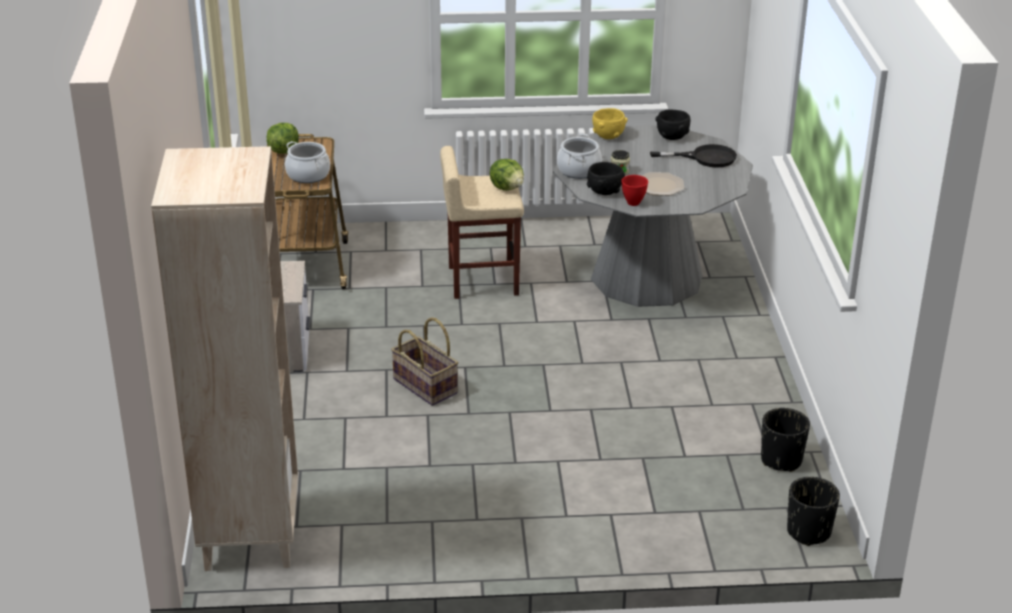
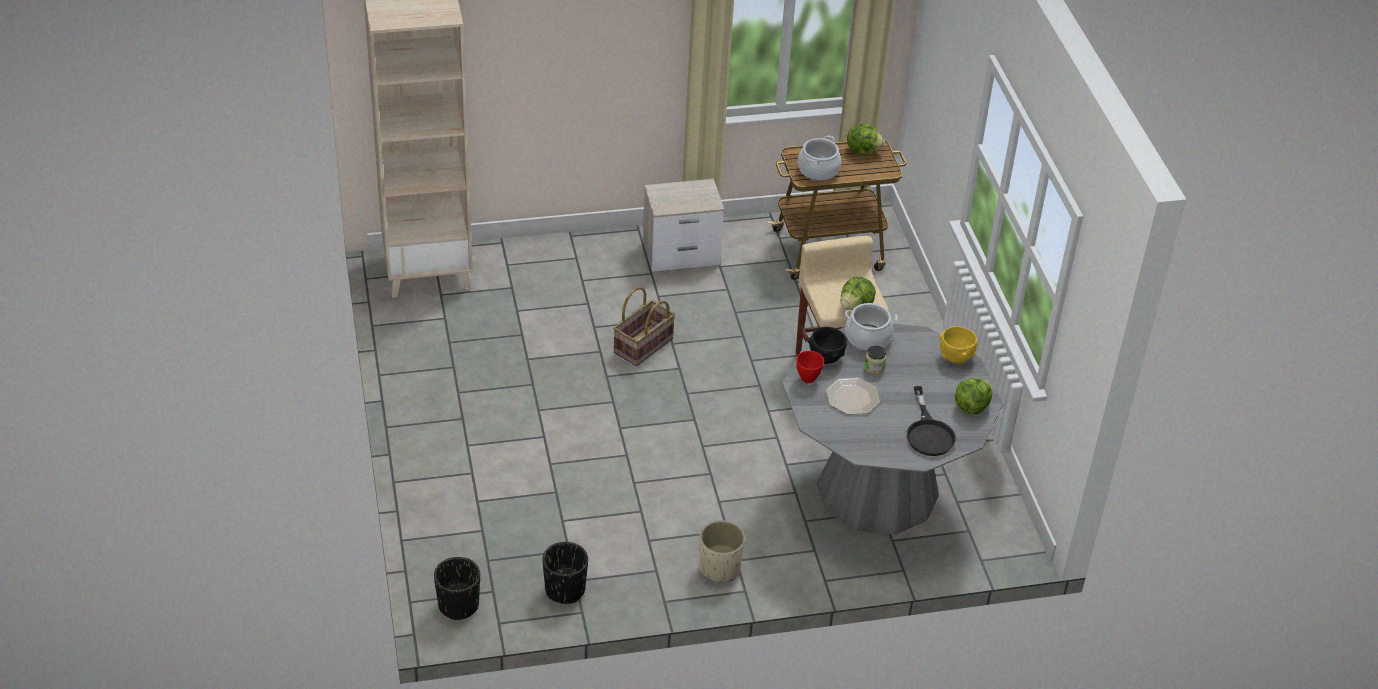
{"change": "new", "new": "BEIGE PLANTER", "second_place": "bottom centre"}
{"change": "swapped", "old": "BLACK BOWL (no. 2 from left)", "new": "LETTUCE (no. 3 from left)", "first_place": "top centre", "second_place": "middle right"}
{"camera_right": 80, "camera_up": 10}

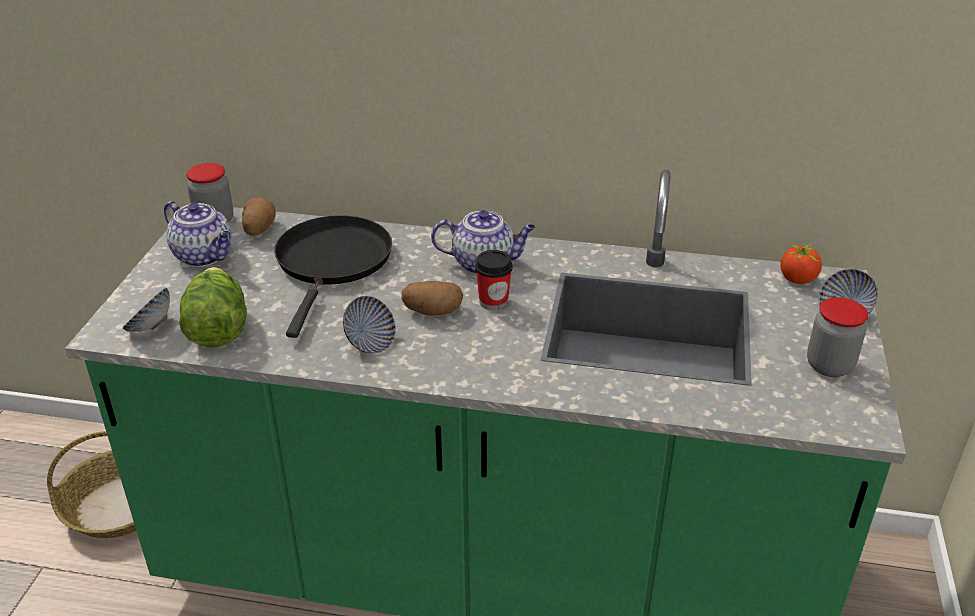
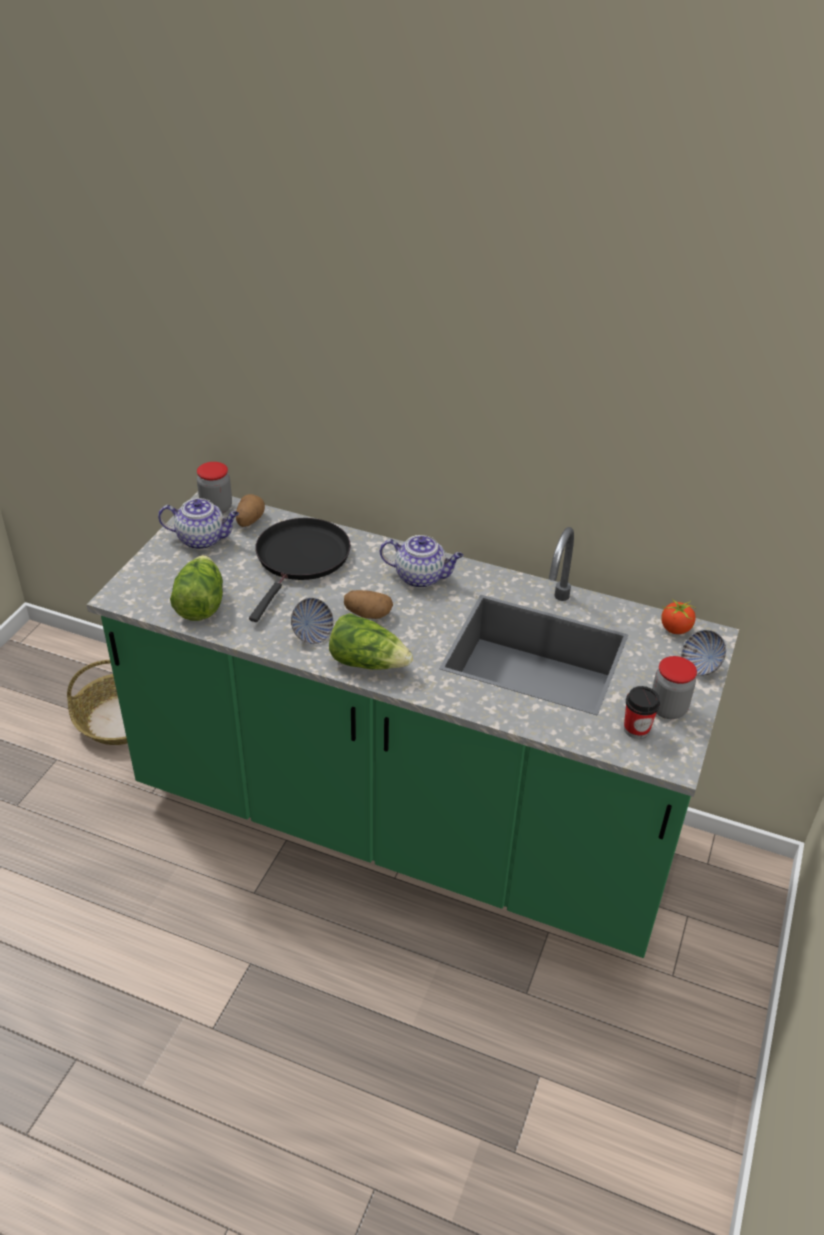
{"change": "gone", "old": "BOWL (no. 1 from left)", "first_place": "middle left"}
{"change": "new", "new": "LETTUCE (no. 2 from left)", "second_place": "centre"}
{"change": "shifted", "old": "CUP", "first_place": "centre", "second_place": "middle right"}
{"change": "rotated", "old": "TEAPOT (no. 1 from left)", "first_place": "middle left", "second_place": "middle left", "degrees": -45}
{"camera_right": 10, "camera_up": 5}

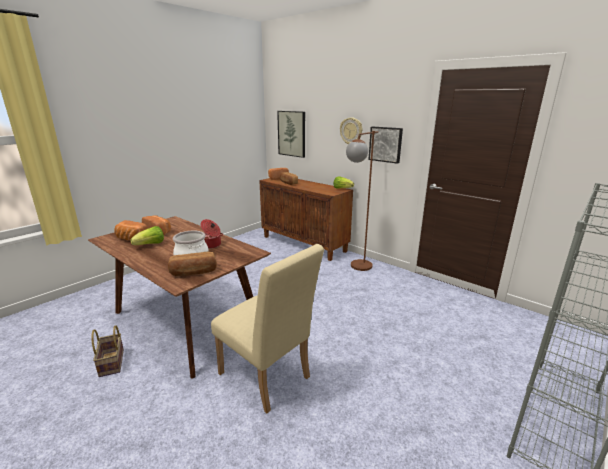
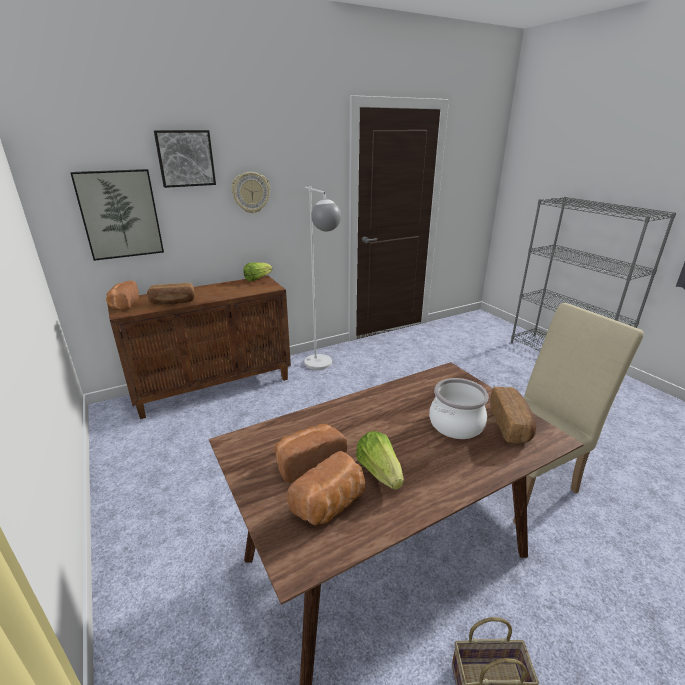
{"change": "gone", "old": "COOKING POT (no. 2 from left)", "first_place": "centre"}
{"change": "shifted", "old": "PICTURE (no. 2 from left)", "first_place": "top centre", "second_place": "top left"}
{"change": "repainted", "old": "BROWN FLOOR LAMP", "new": "WHITE FLOOR LAMP", "first_place": "centre", "second_place": "centre"}
{"camera_right": -70, "camera_up": 5}

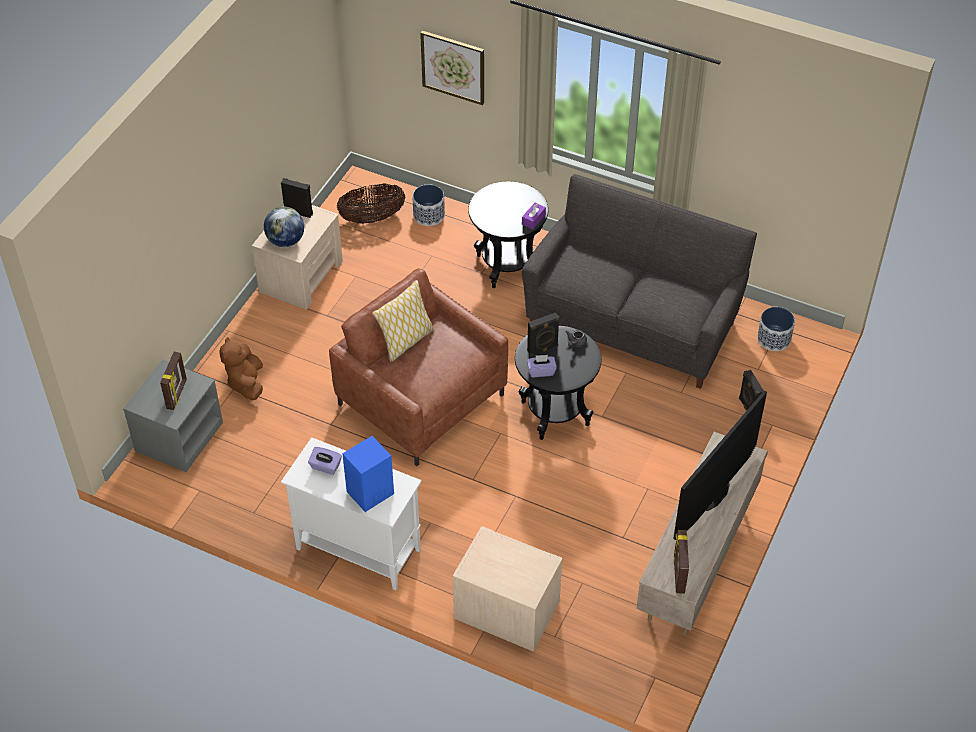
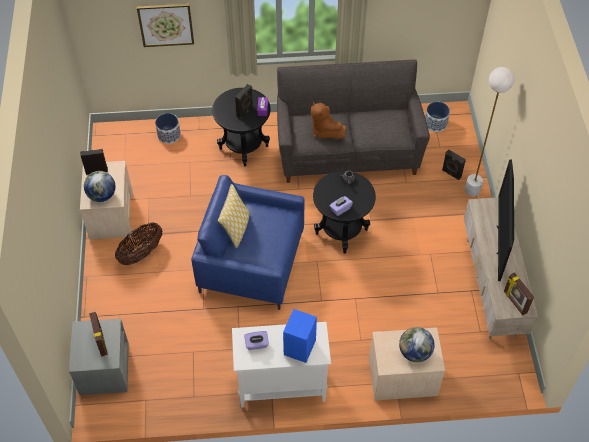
{"change": "new", "new": "GLOBE (no. 2 from left)", "second_place": "bottom right"}
{"change": "new", "new": "WHITE FLOOR LAMP", "second_place": "top right"}
{"change": "shifted", "old": "BROWN PLUSH TOY", "first_place": "middle left", "second_place": "top centre"}
{"change": "shifted", "old": "BASKET", "first_place": "top centre", "second_place": "middle left"}
{"change": "shifted", "old": "BLACK SPEAKER (no. 2 from left)", "first_place": "centre", "second_place": "top centre"}
{"change": "repainted", "old": "BROWN ARMCHAIR", "new": "BLUE ARMCHAIR", "first_place": "centre", "second_place": "centre"}
{"camera_right": -30, "camera_up": 5}

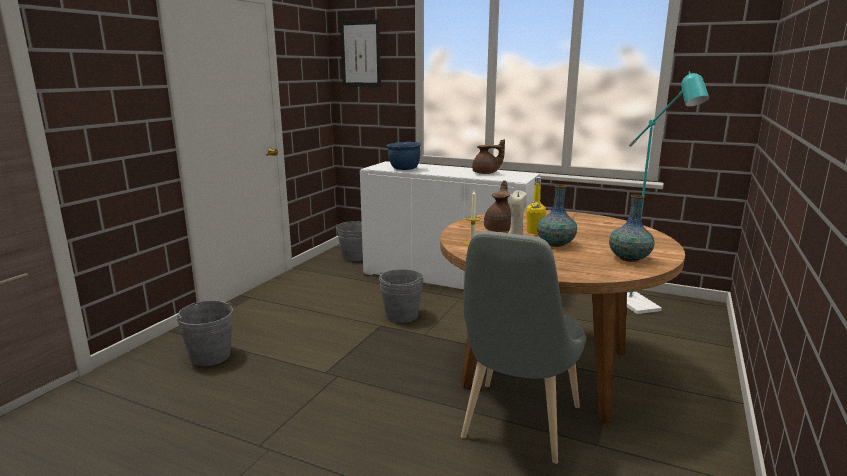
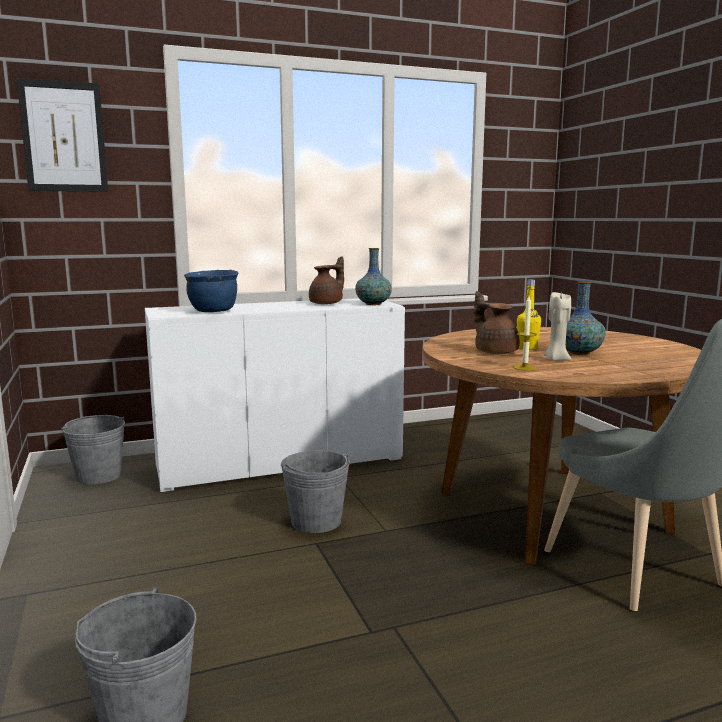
{"change": "gone", "old": "TURQUOISE FLOOR LAMP", "first_place": "middle right"}
{"change": "shifted", "old": "VASE (no. 2 from left in the first image)", "new": "VASE (no. 1 from left)", "first_place": "middle right", "second_place": "centre"}
{"camera_right": -45, "camera_up": -5}

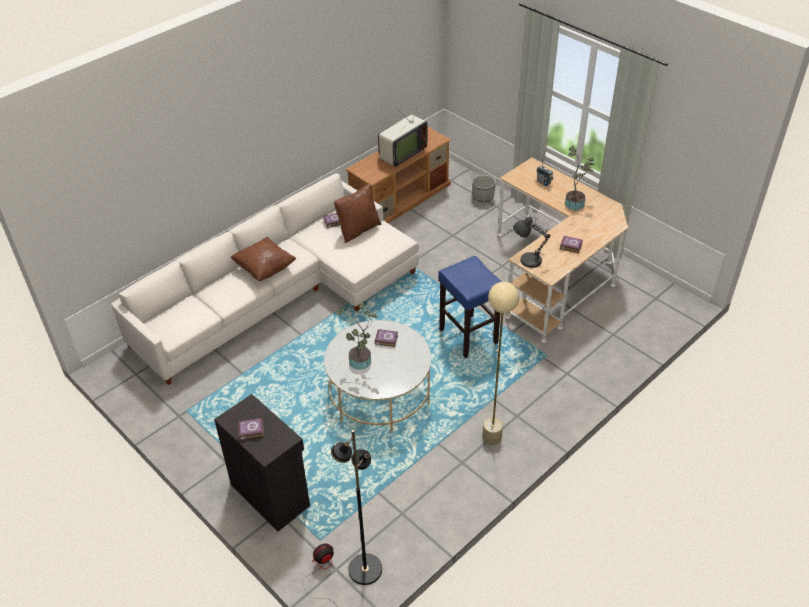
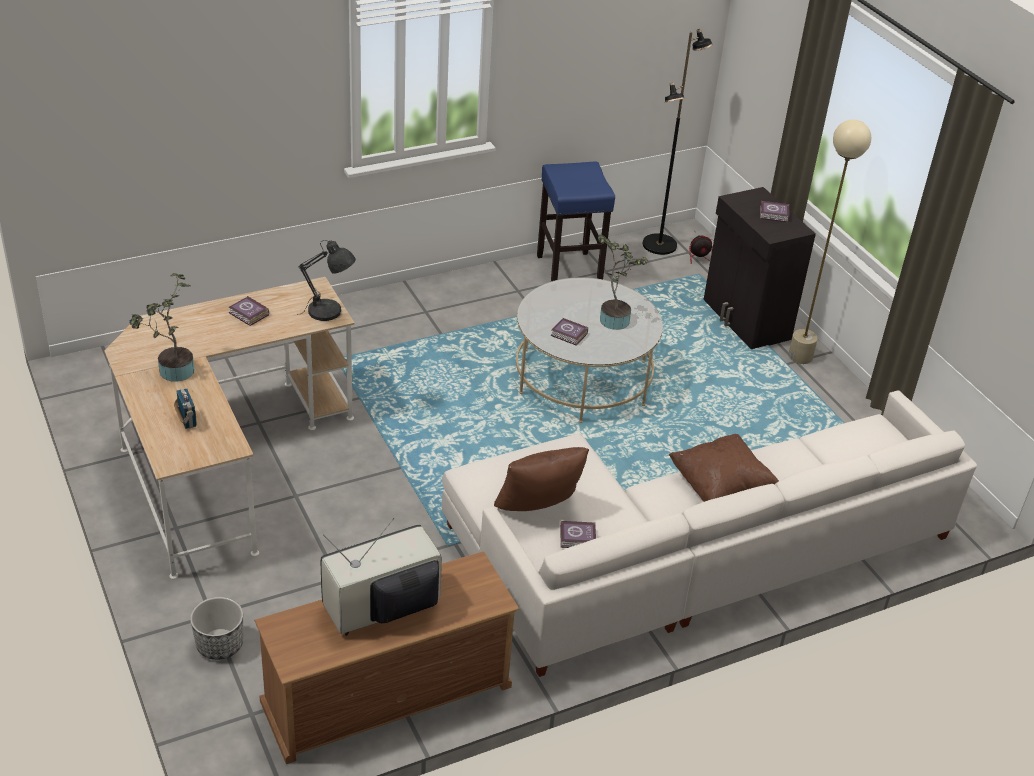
{"change": "shifted", "old": "BLUE STOOL", "first_place": "centre", "second_place": "top centre"}
{"change": "shifted", "old": "BEIGE FLOOR LAMP", "first_place": "centre", "second_place": "top right"}
{"camera_right": -165, "camera_up": -5}

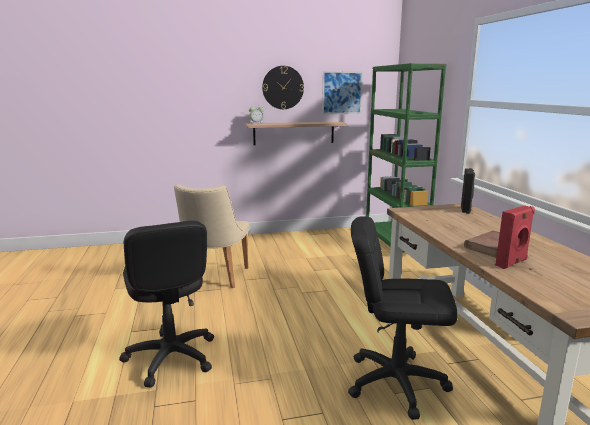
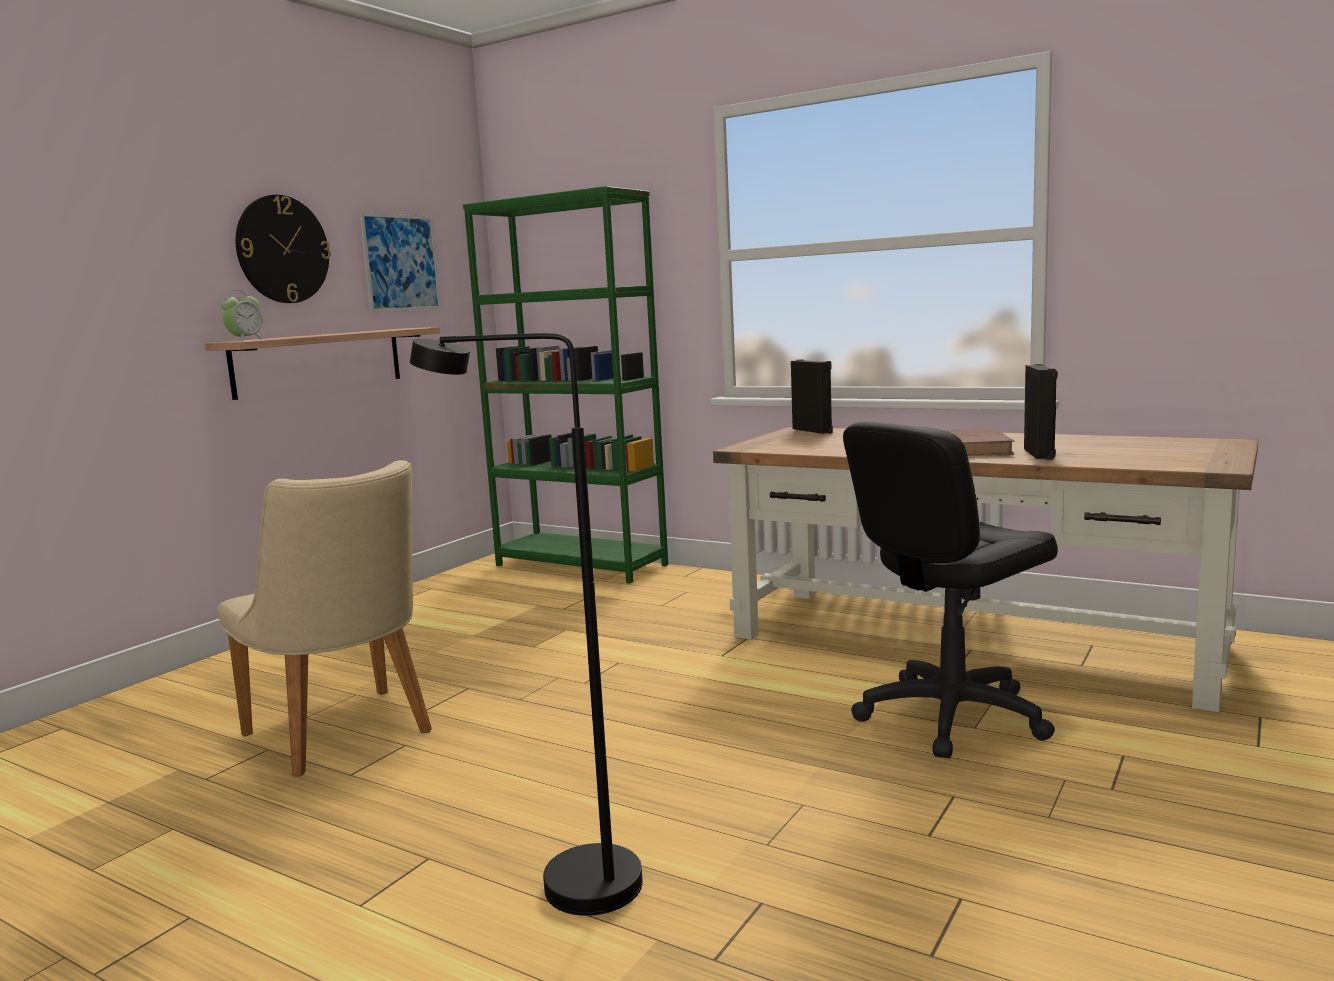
{"change": "swapped", "old": "BLACK OFFICE CHAIR (no. 1 from left)", "new": "BLACK FLOOR LAMP", "first_place": "bottom left", "second_place": "centre"}
{"change": "repainted", "old": "RED SPEAKER", "new": "BLACK SPEAKER (no. 2 from left)", "first_place": "middle right", "second_place": "middle right"}
{"camera_right": -45, "camera_up": -5}

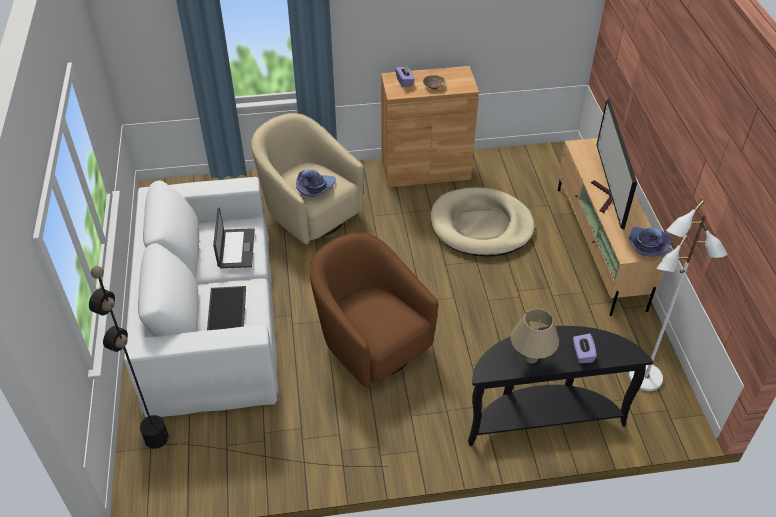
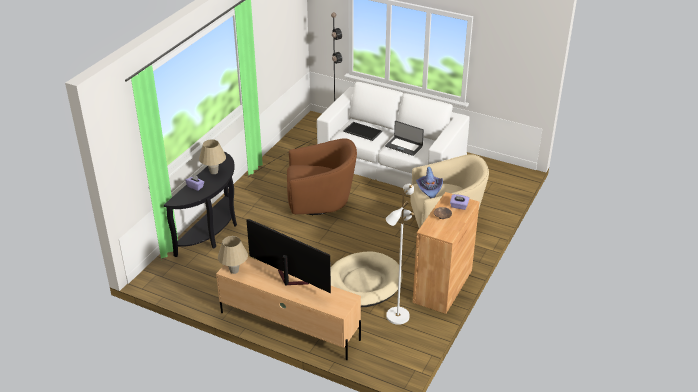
{"change": "shifted", "old": "WHITE FLOOR LAMP", "first_place": "middle right", "second_place": "centre"}
{"change": "swapped", "old": "PURPLE HAT (no. 2 from left)", "new": "BEIGE TABLE LAMP (no. 2 from left)", "first_place": "middle right", "second_place": "centre"}
{"camera_right": 125, "camera_up": -10}

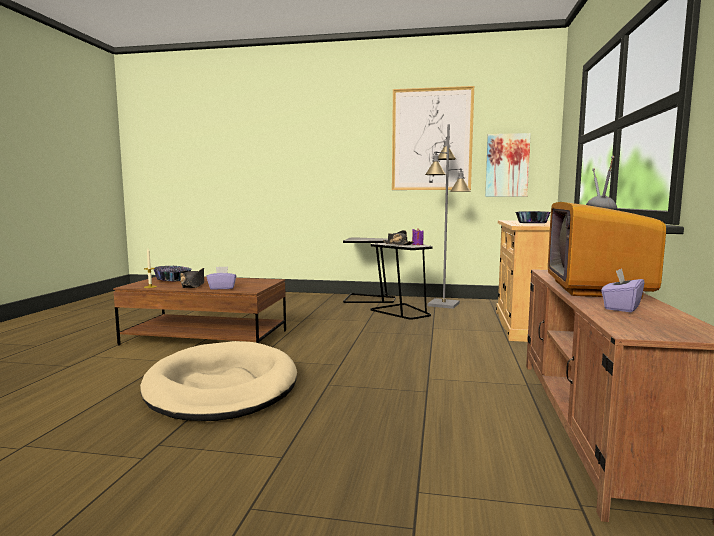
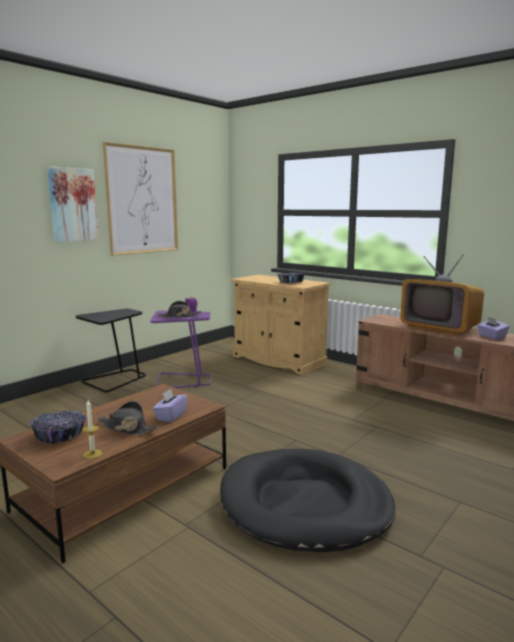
{"change": "gone", "old": "GREY FLOOR LAMP", "first_place": "centre"}
{"change": "shifted", "old": "PICTURE (no. 2 from left in the first image)", "new": "PICTURE (no. 1 from left)", "first_place": "top right", "second_place": "top left"}
{"change": "repainted", "old": "BEIGE DOG BED", "new": "BLACK DOG BED", "first_place": "bottom left", "second_place": "bottom centre"}
{"change": "repainted", "old": "BLACK SIDE TABLE (no. 2 from left)", "new": "PURPLE SIDE TABLE", "first_place": "centre", "second_place": "centre"}
{"camera_right": -60, "camera_up": 5}

